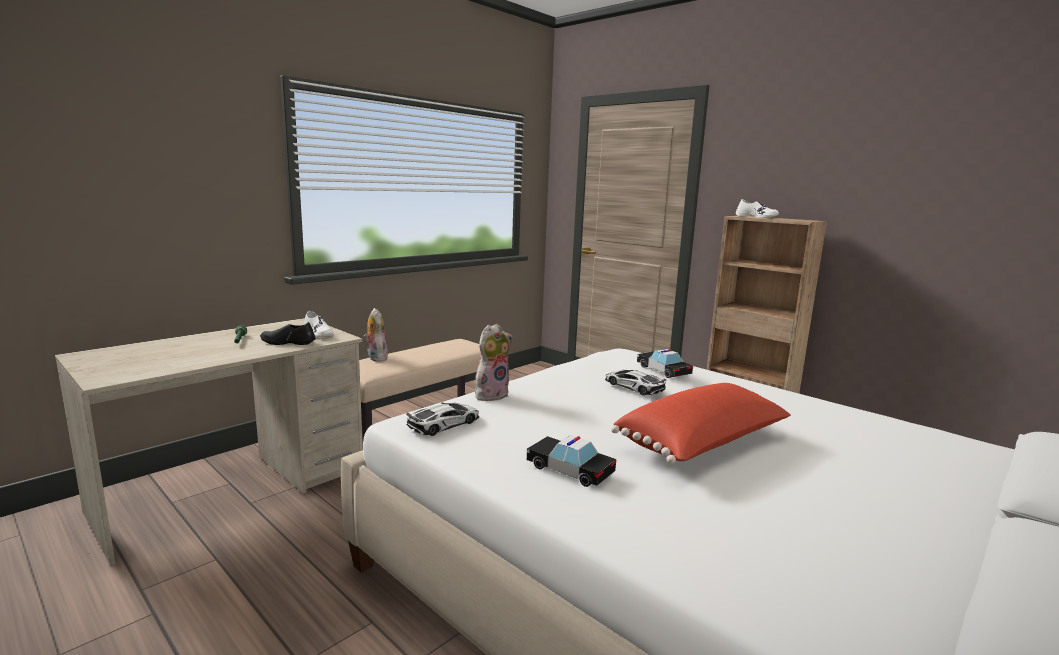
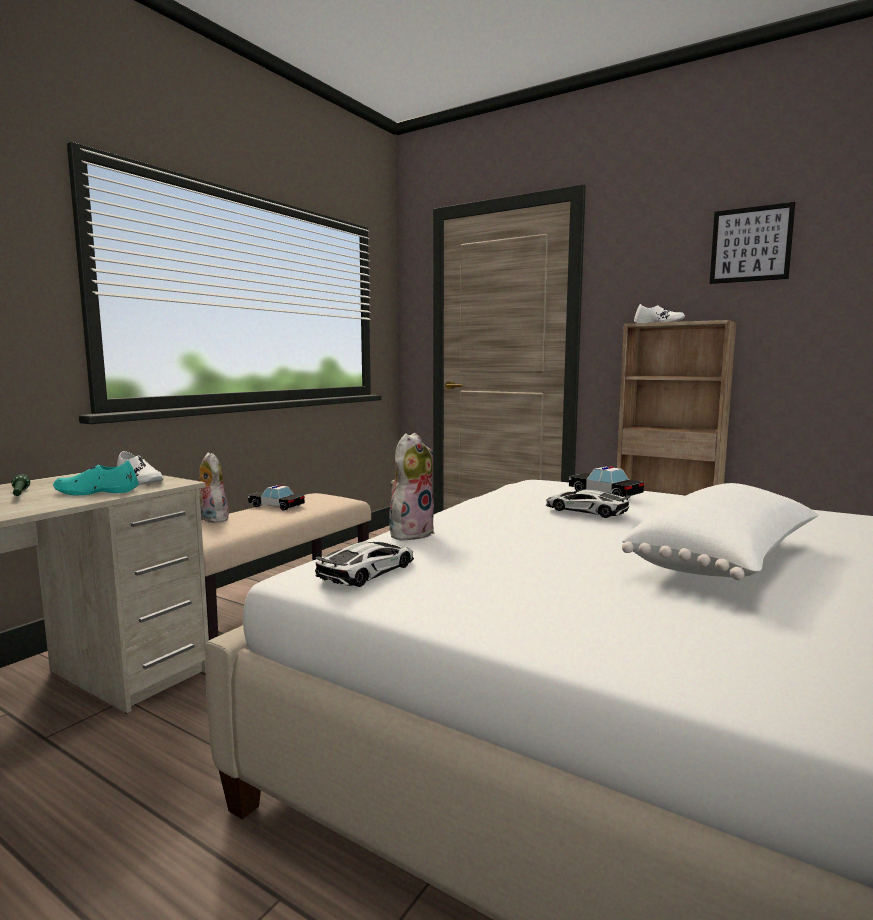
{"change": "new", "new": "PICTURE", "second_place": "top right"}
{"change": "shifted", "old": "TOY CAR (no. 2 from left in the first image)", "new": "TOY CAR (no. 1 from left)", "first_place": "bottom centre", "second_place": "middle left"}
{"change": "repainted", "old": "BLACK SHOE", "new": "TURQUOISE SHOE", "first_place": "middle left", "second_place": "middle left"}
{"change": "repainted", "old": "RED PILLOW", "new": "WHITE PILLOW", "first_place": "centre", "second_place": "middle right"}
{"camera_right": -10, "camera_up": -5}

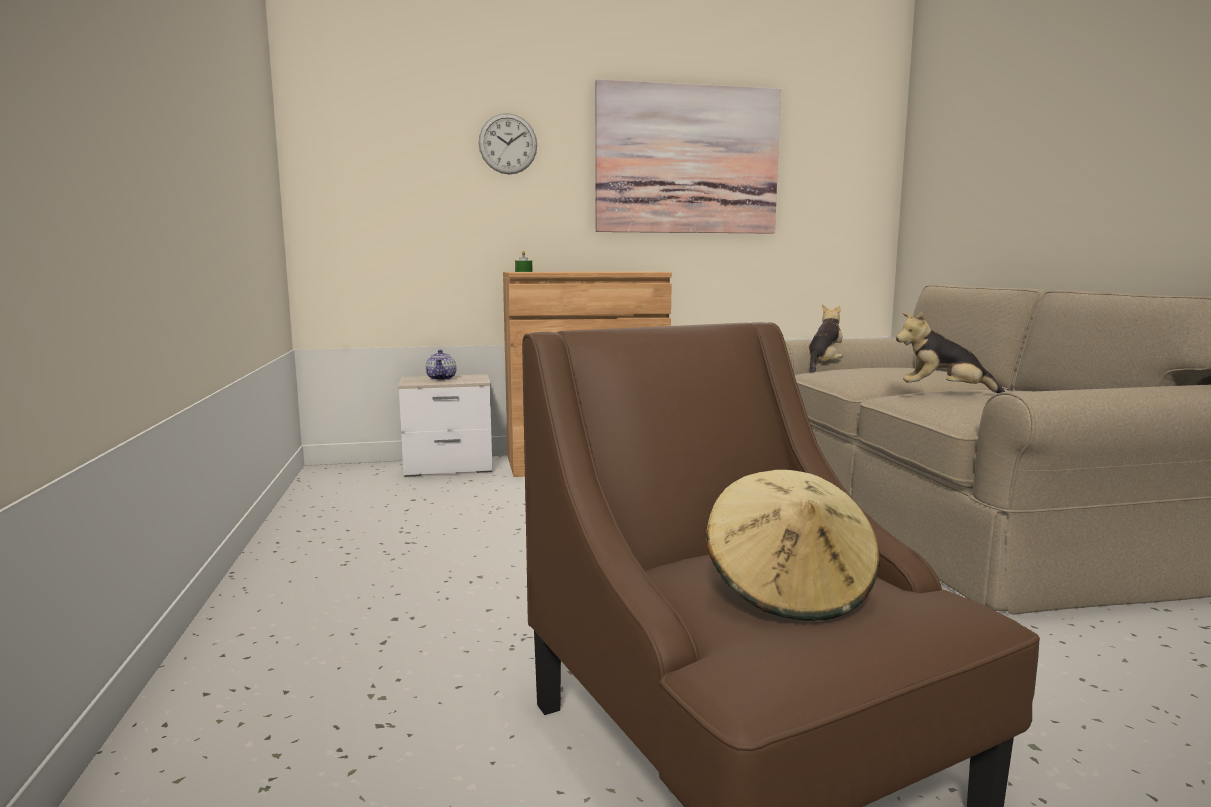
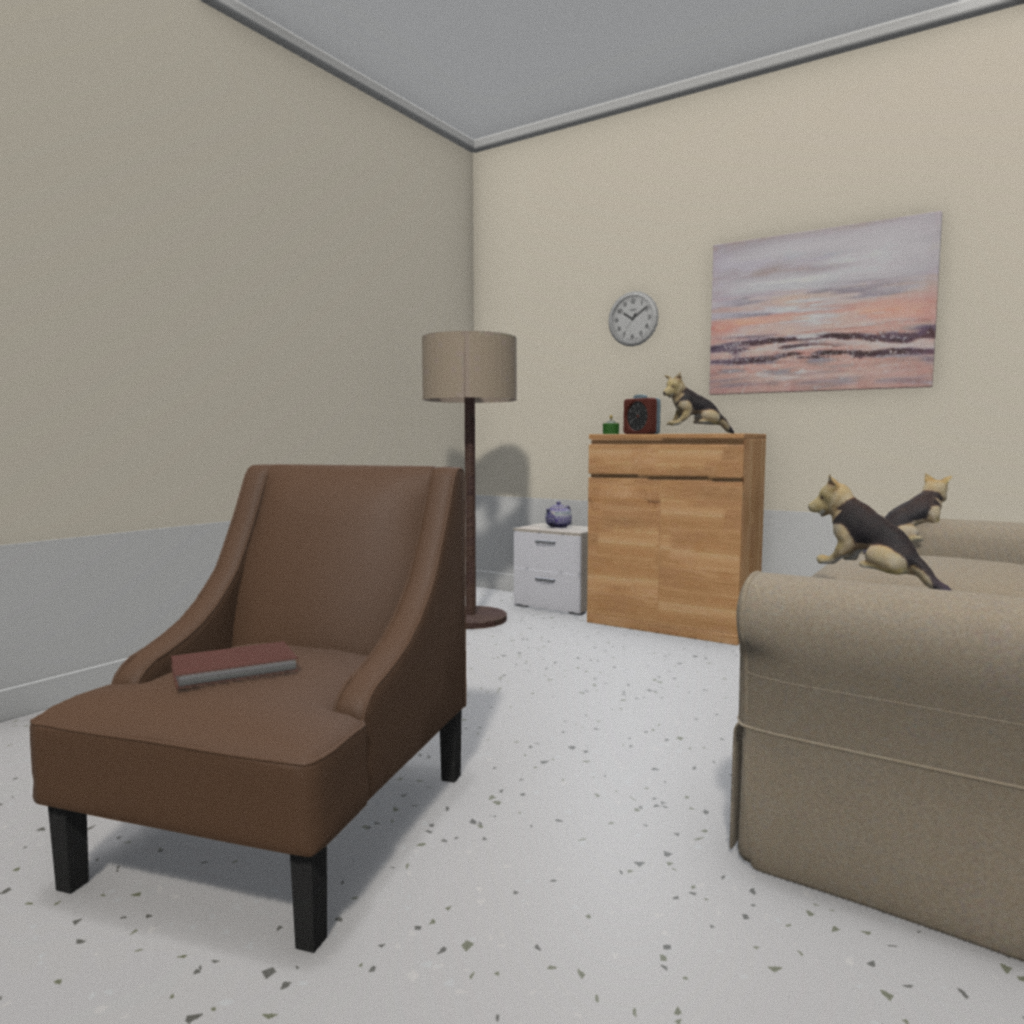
{"change": "new", "new": "FLOOR LAMP", "second_place": "centre"}
{"change": "new", "new": "ALARM CLOCK", "second_place": "centre"}
{"change": "new", "new": "PLUSH TOY (no. 1 from left)", "second_place": "middle right"}
{"change": "swapped", "old": "BEIGE HAT", "new": "BROWN BOOK", "first_place": "bottom centre", "second_place": "middle left"}
{"camera_right": 45, "camera_up": -5}

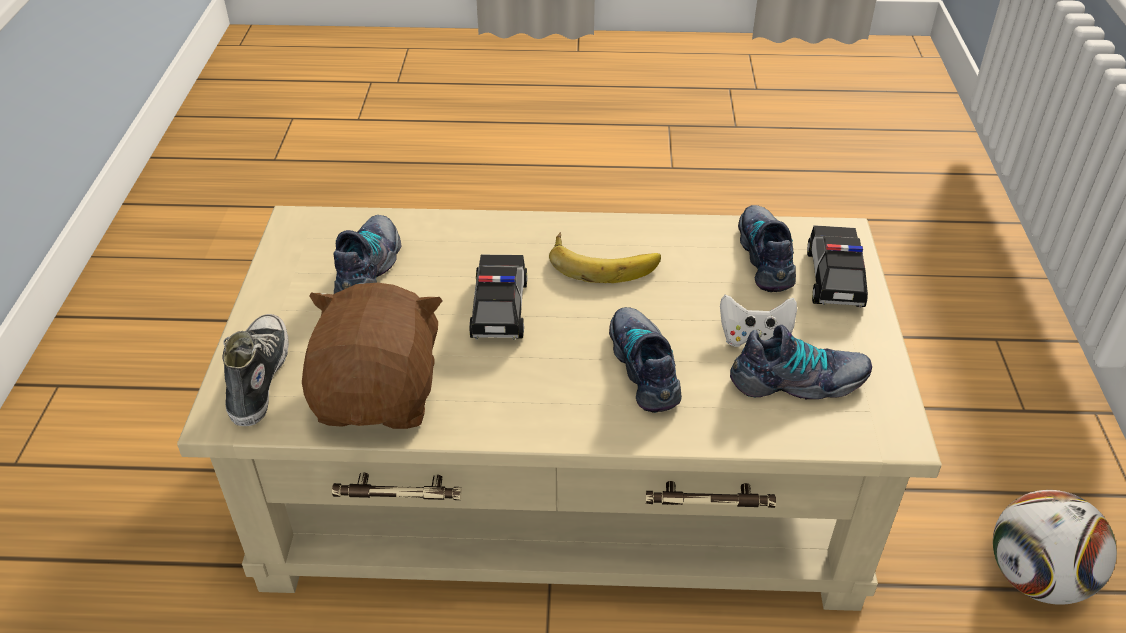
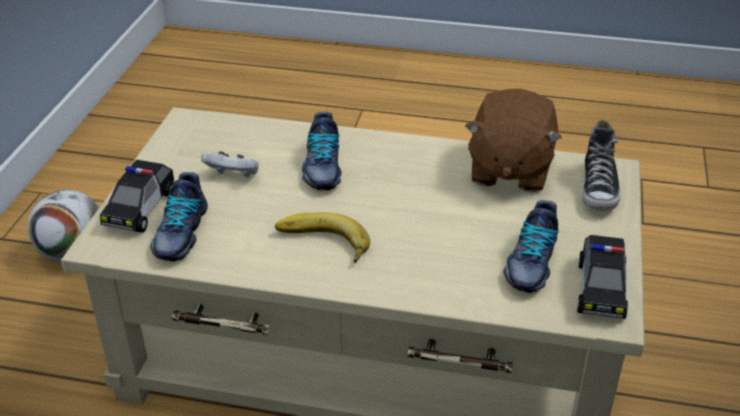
{"change": "gone", "old": "SHOE (no. 5 from left)", "first_place": "middle right"}
{"change": "shifted", "old": "TOY CAR (no. 1 from left in the first image)", "new": "TOY CAR (no. 2 from left)", "first_place": "centre", "second_place": "middle right"}
{"camera_right": -170, "camera_up": -5}

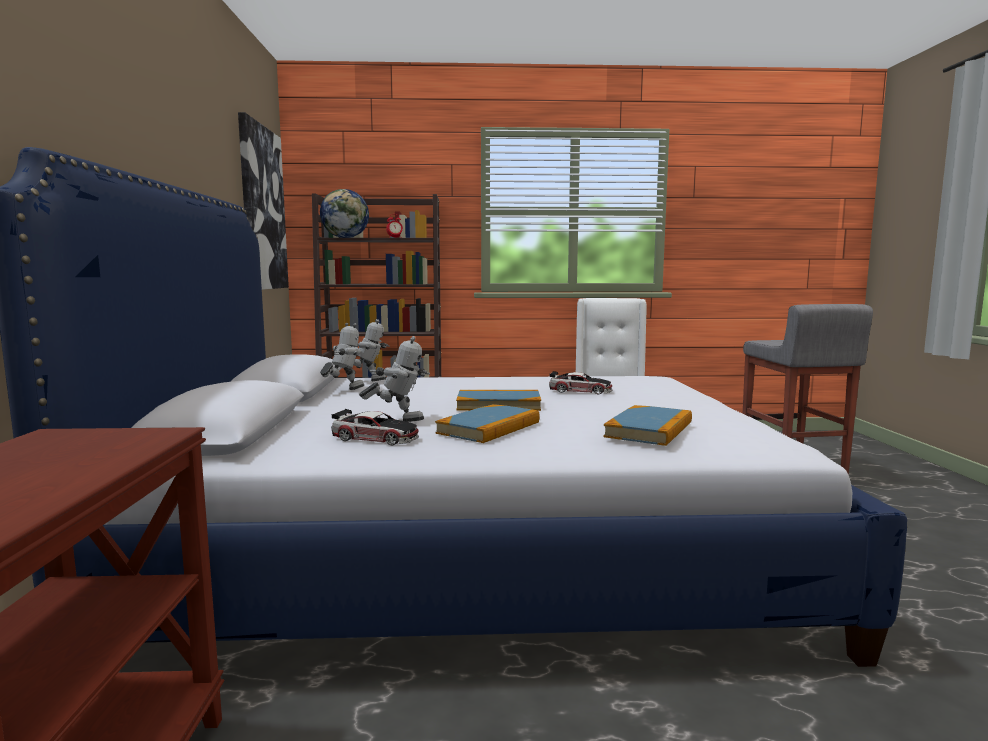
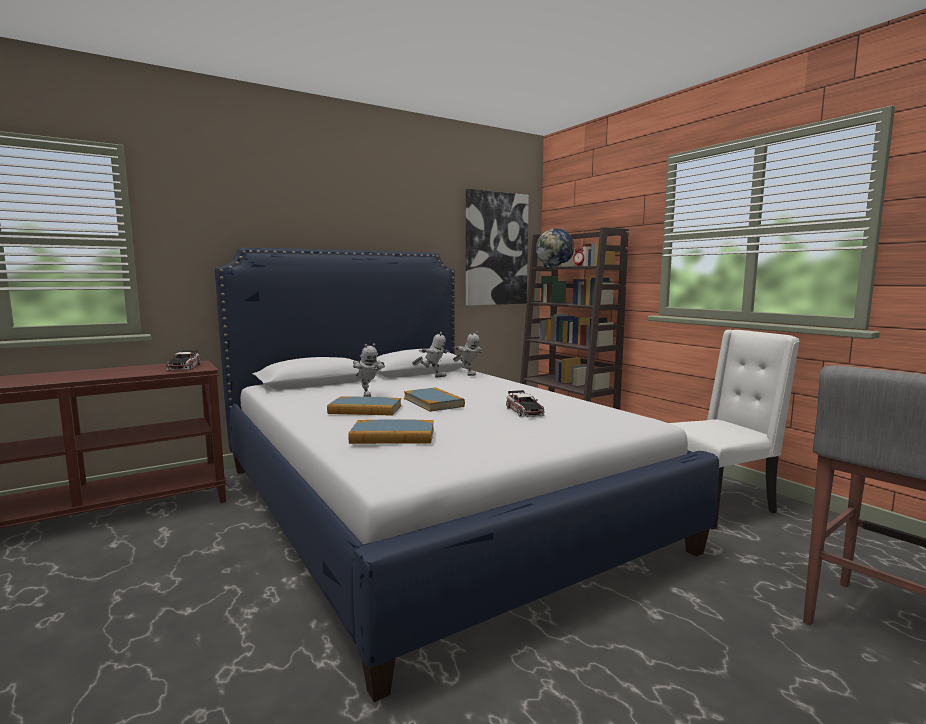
{"change": "shifted", "old": "TOY CAR (no. 1 from left)", "first_place": "centre", "second_place": "middle left"}
{"camera_right": 60, "camera_up": 0}

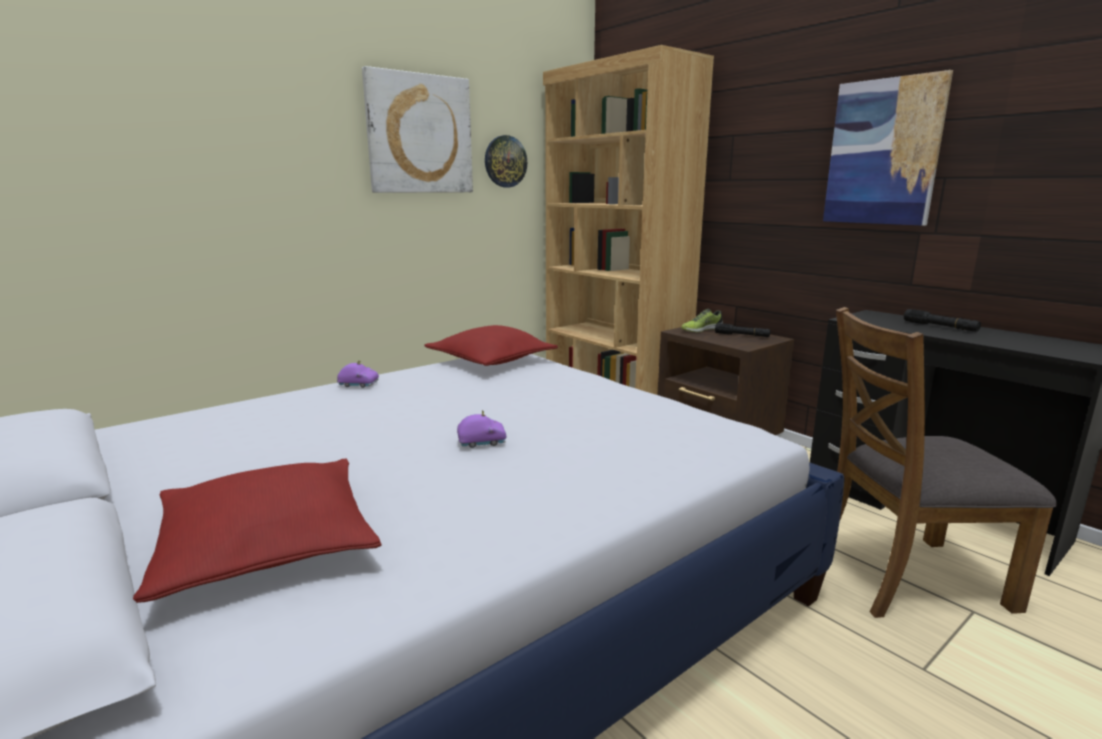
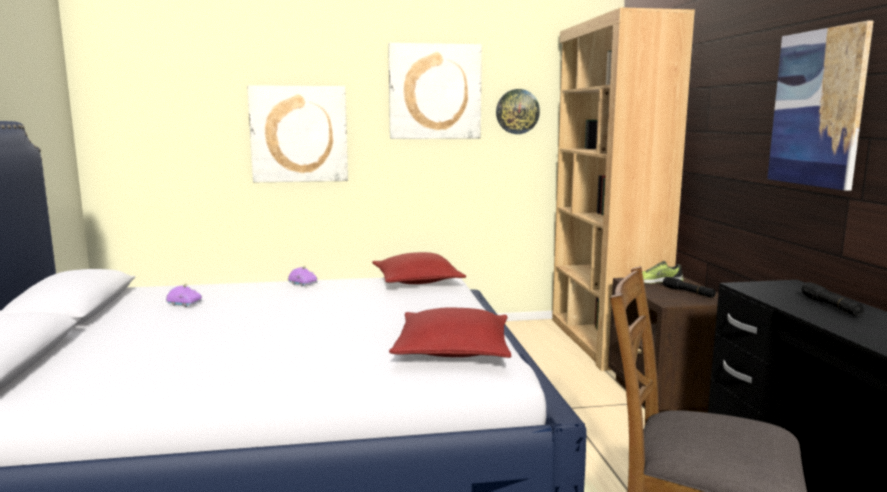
{"change": "new", "new": "PICTURE (no. 1 from left)", "second_place": "top centre"}
{"change": "shifted", "old": "RED PILLOW (no. 1 from left in the first image)", "new": "RED PILLOW (no. 2 from left)", "first_place": "bottom left", "second_place": "bottom centre"}
{"change": "shifted", "old": "PURPLE TOY CAR (no. 2 from left in the first image)", "new": "PURPLE TOY CAR (no. 1 from left)", "first_place": "centre", "second_place": "middle left"}
{"camera_right": 30, "camera_up": -5}

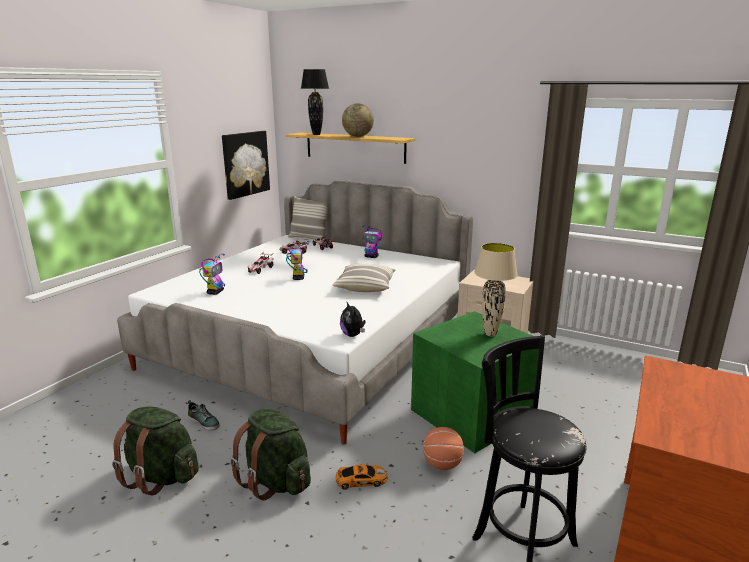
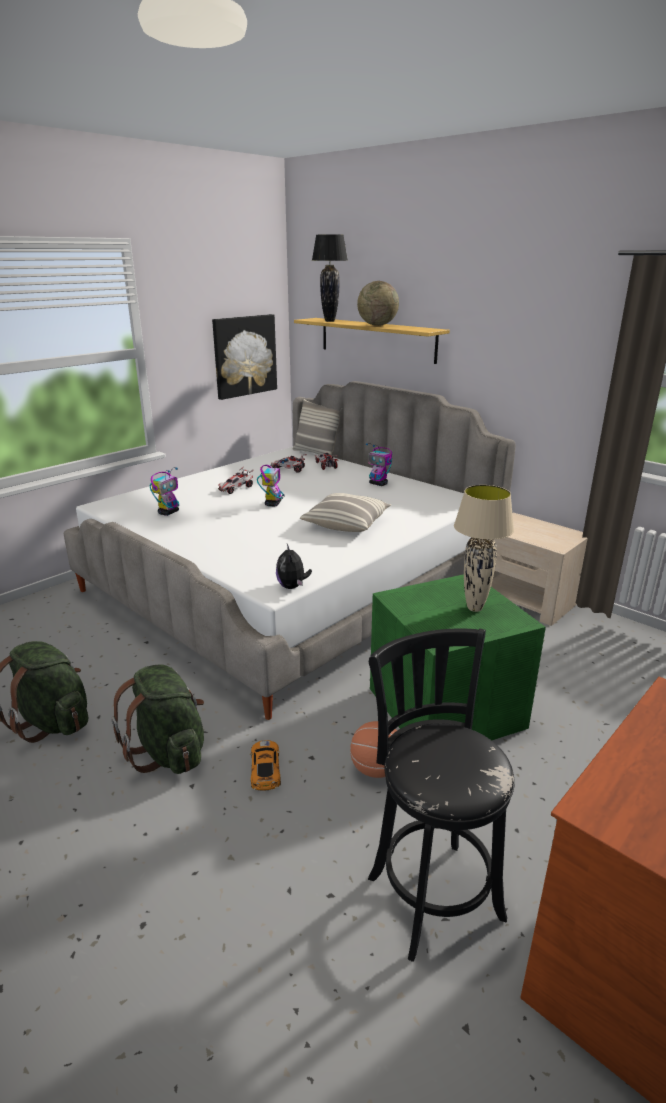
{"change": "gone", "old": "SHOE", "first_place": "bottom left"}
{"change": "rotated", "old": "TOY CAR (no. 4 from left in the first image)", "first_place": "bottom centre", "second_place": "bottom centre", "degrees": -105}
{"camera_right": 15, "camera_up": 5}

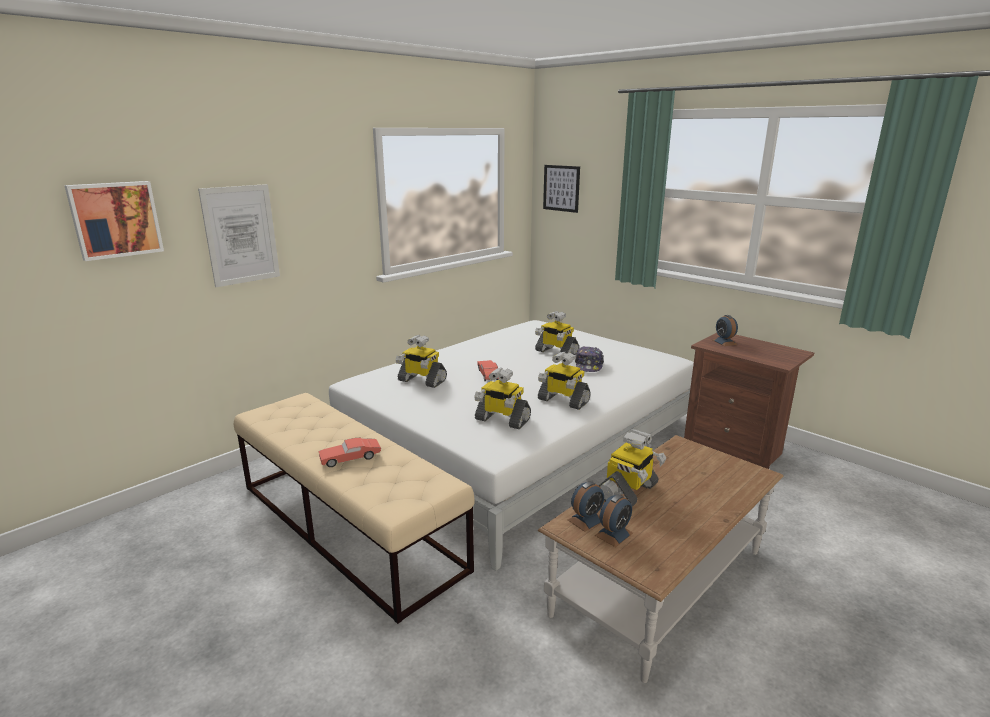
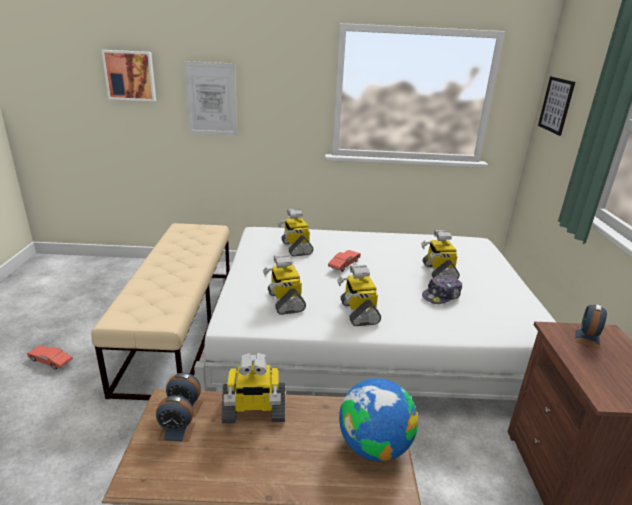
{"change": "new", "new": "GLOBE", "second_place": "bottom centre"}
{"change": "shifted", "old": "RED TOY CAR (no. 1 from left)", "first_place": "centre", "second_place": "bottom left"}
{"camera_right": 45, "camera_up": 5}

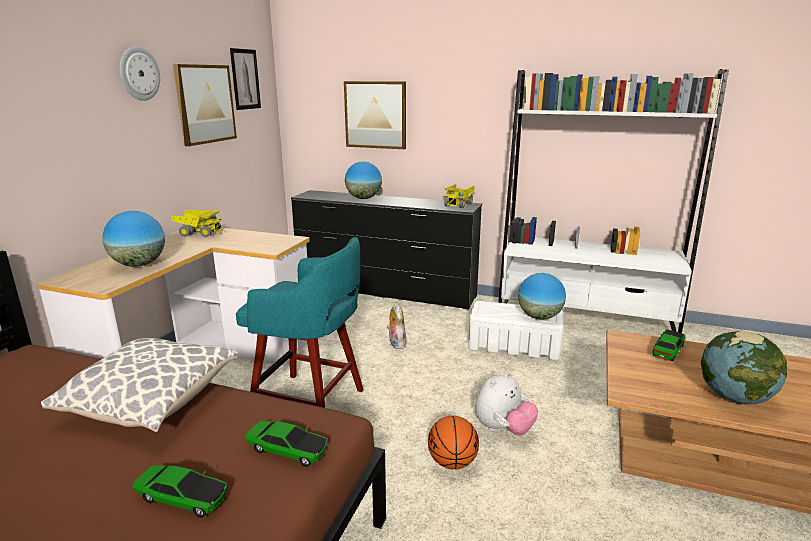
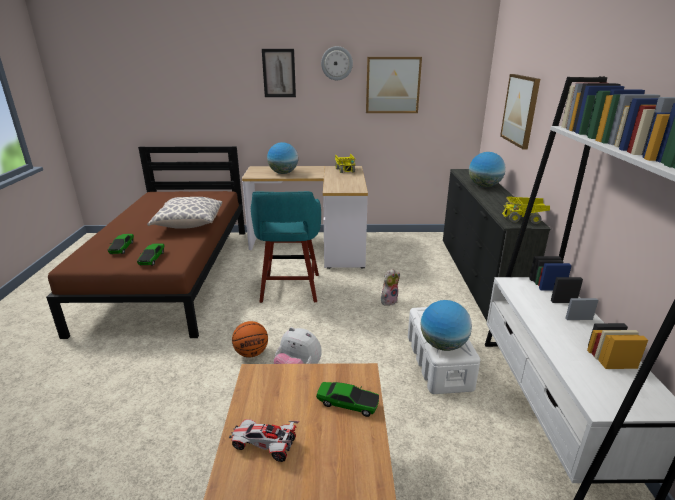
{"change": "shifted", "old": "PICTURE (no. 2 from left in the first image)", "new": "PICTURE (no. 1 from left)", "first_place": "top left", "second_place": "top centre"}
{"change": "swapped", "old": "GLOBE (no. 4 from left)", "new": "TOY CAR (no. 3 from left)", "first_place": "bottom right", "second_place": "bottom centre"}
{"camera_right": 70, "camera_up": 5}

